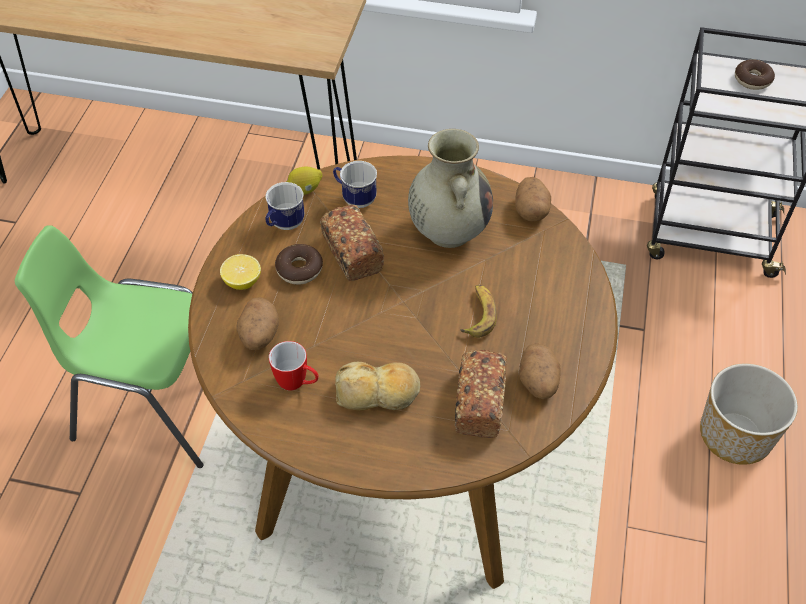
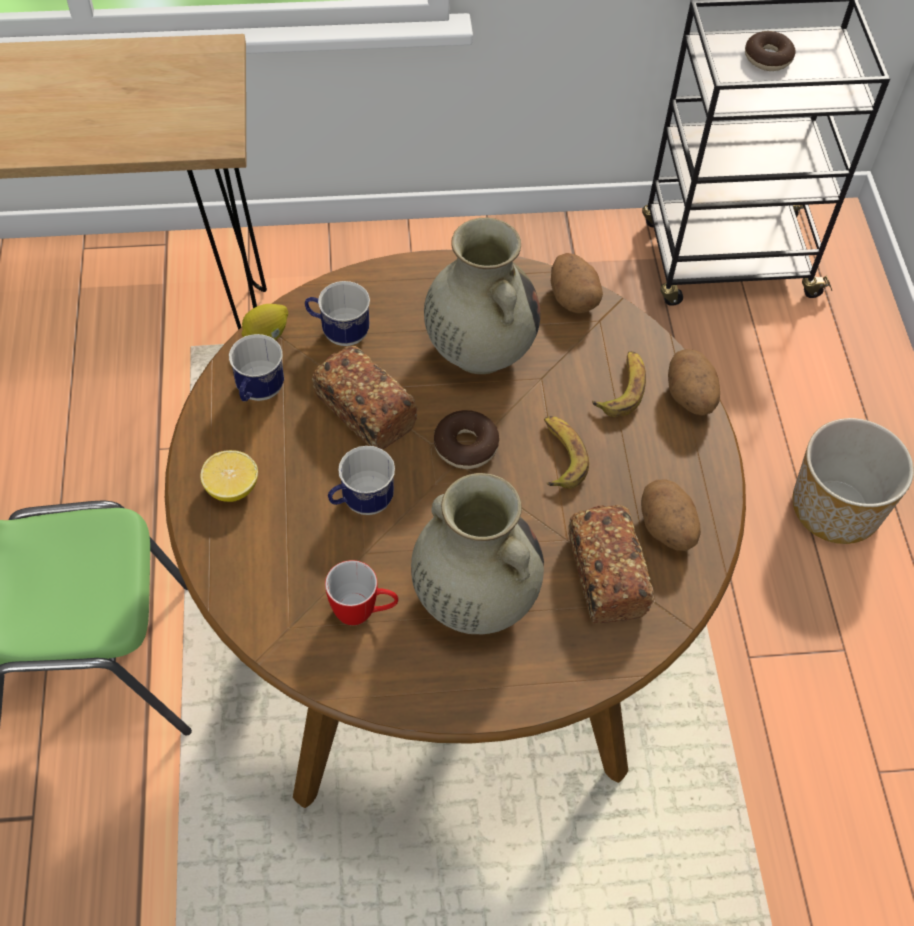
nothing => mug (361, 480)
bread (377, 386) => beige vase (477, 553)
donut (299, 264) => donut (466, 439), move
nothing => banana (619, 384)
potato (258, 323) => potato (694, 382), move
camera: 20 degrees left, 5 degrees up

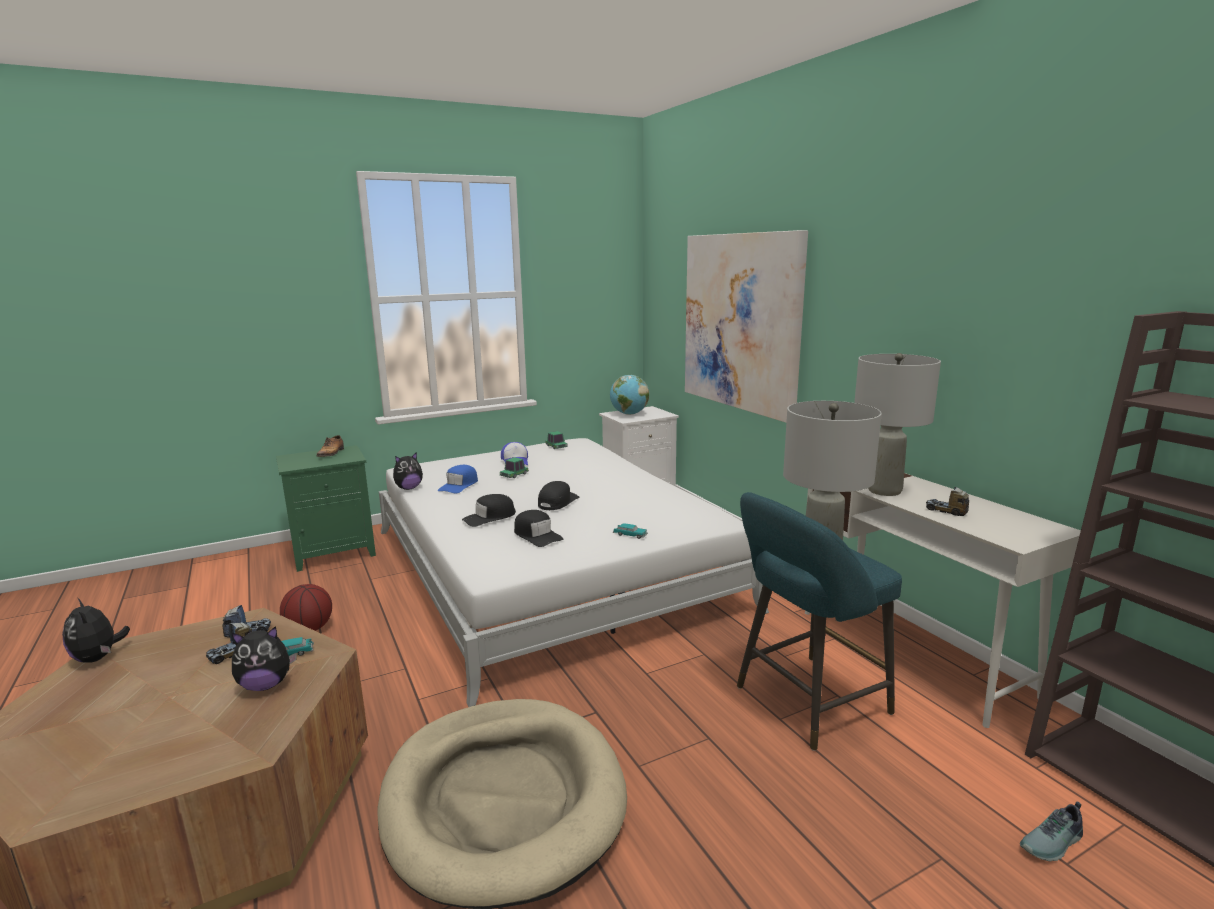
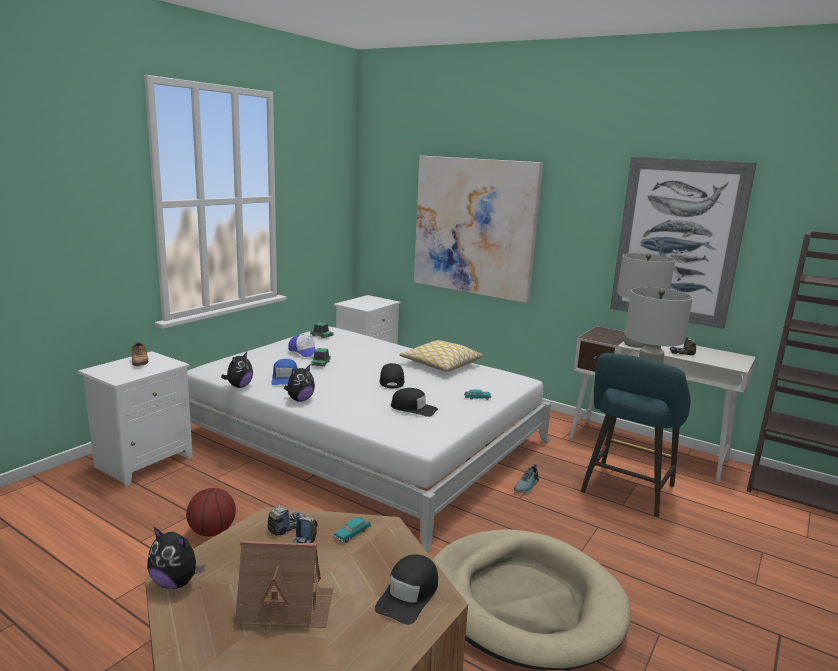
green nightstand (326, 508) => white nightstand (135, 419)
nothing => toy house (284, 585)
plush toy (264, 658) => plush toy (299, 383), move
black cap (489, 510) => black cap (406, 589), move
nothing => pillow (441, 356)
shoe (1051, 831) => shoe (526, 478), move
nothing => picture (683, 243)
globe (629, 395) => nothing
camera: 30 degrees left, 0 degrees up

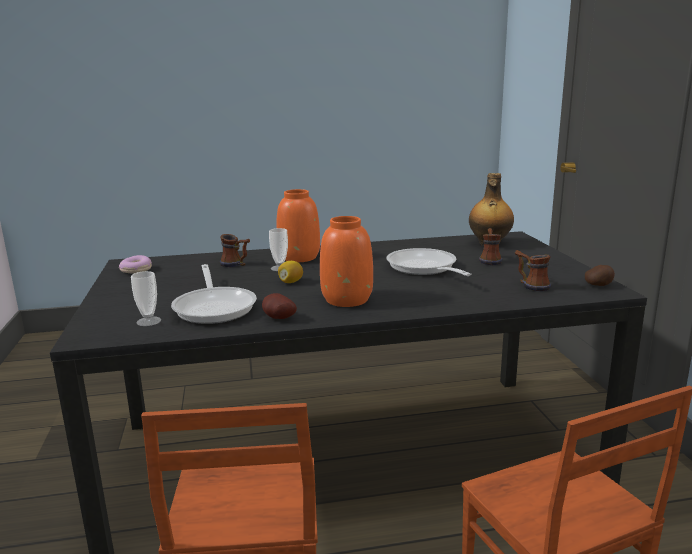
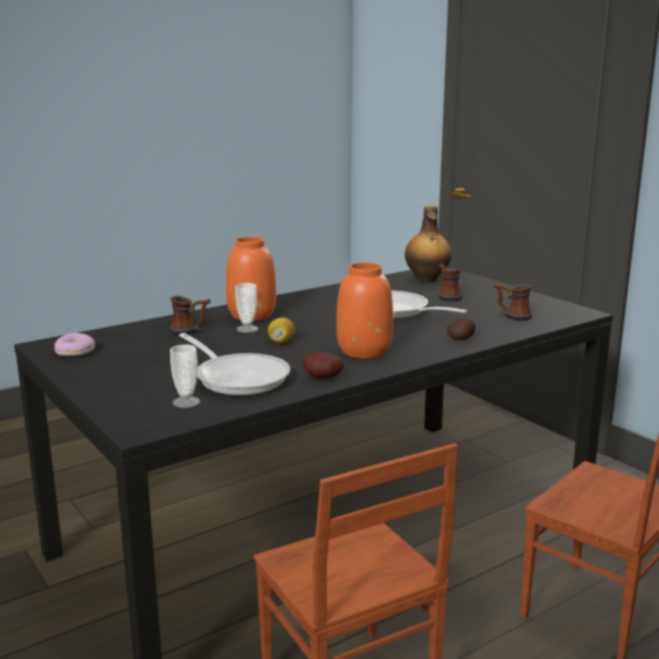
potato (600, 275) => potato (461, 328), move
camera: 25 degrees left, 0 degrees up

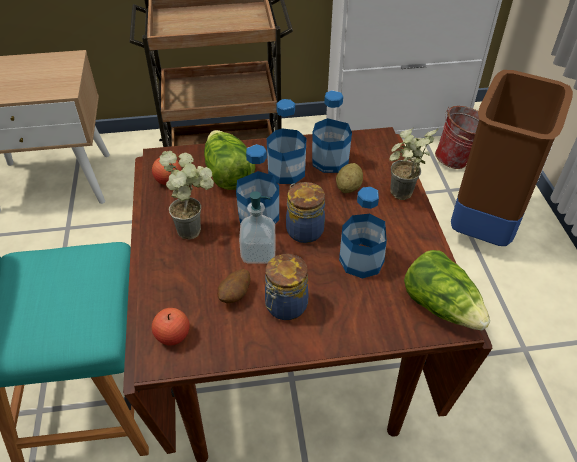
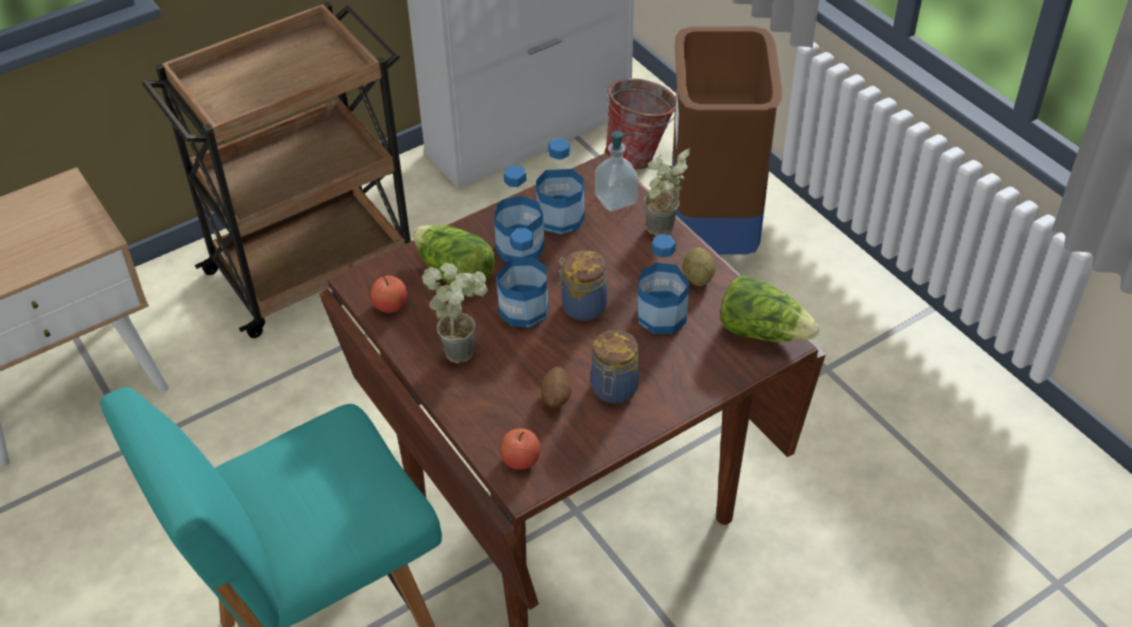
soap dispenser (257, 227) => soap dispenser (616, 171), move
potato (349, 178) => potato (699, 266), move
camera: 25 degrees left, 0 degrees up

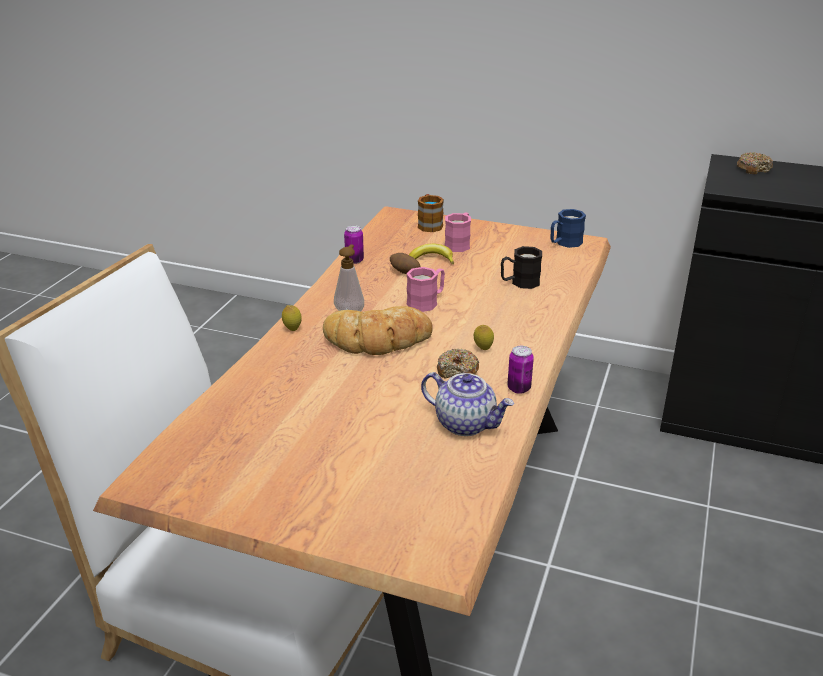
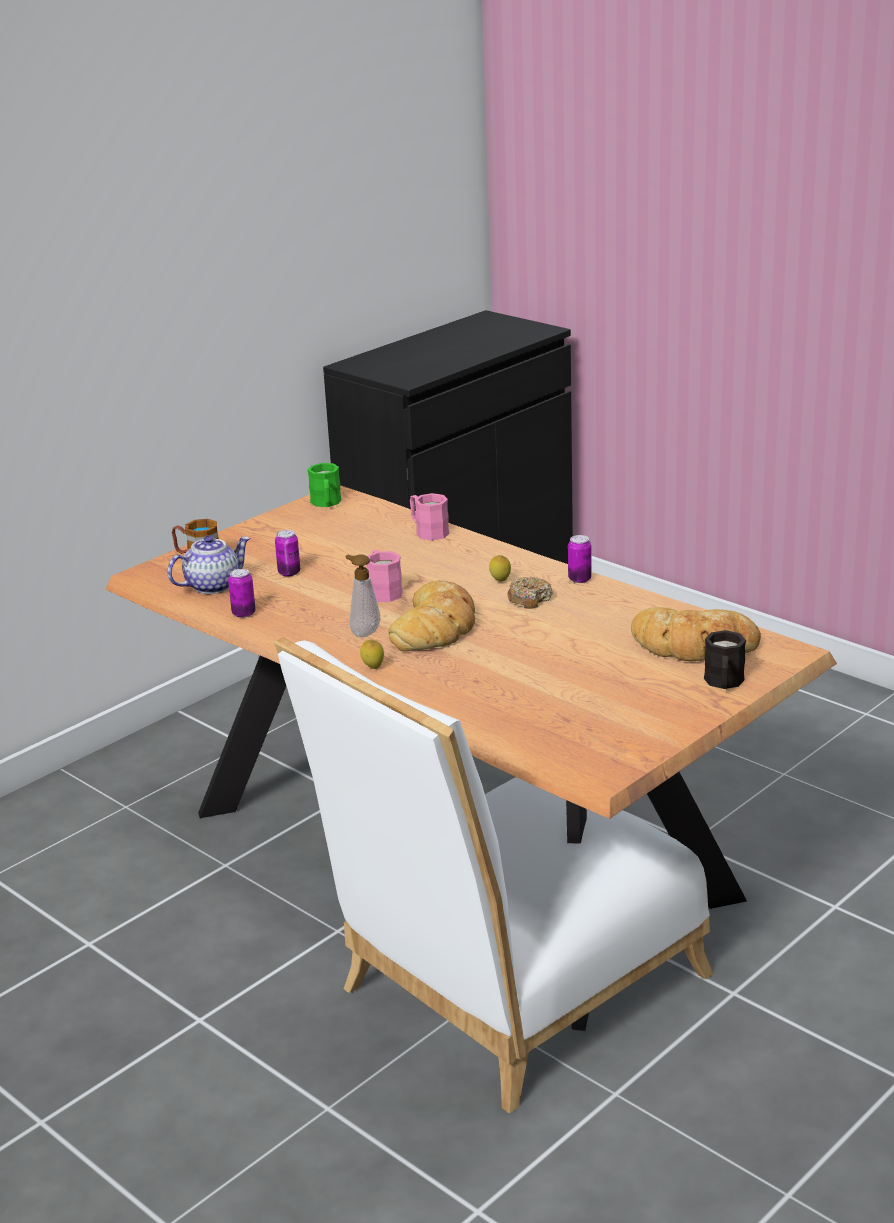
teapot (467, 404) => teapot (209, 564), move
banana (431, 254) => can (287, 553)
blue mug (568, 228) => green mug (325, 485)
pink mug (458, 232) => pink mug (430, 517), move
nothing => bread (696, 634)
black mug (521, 267) => black mug (725, 659), move
potato (405, 263) => nothing
donut (755, 163) => nothing
camera: 65 degrees left, 5 degrees down

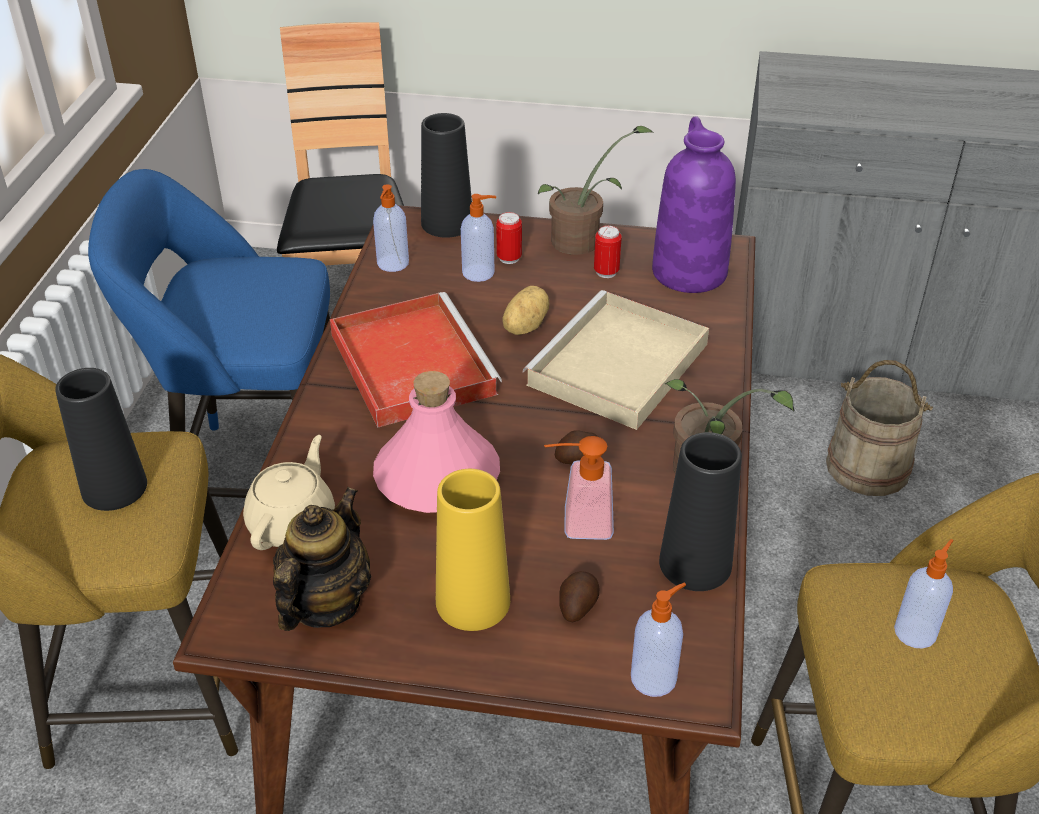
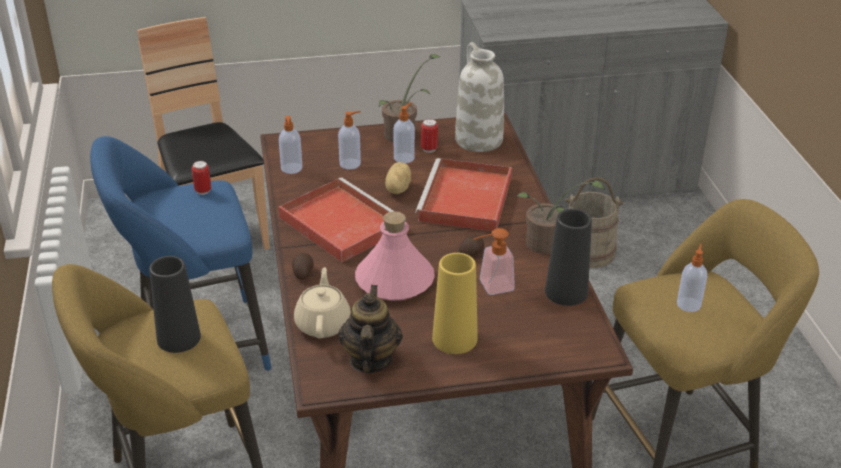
can (509, 238) => can (201, 178), move
potato (579, 596) => potato (303, 266), move
soap dispenser (658, 640) => soap dispenser (404, 133), move
beige tray (616, 360) => red tray (463, 194)
purple vase (694, 204) => white vase (479, 97)
black vase (446, 175) => nothing
camera: 20 degrees left, 5 degrees down

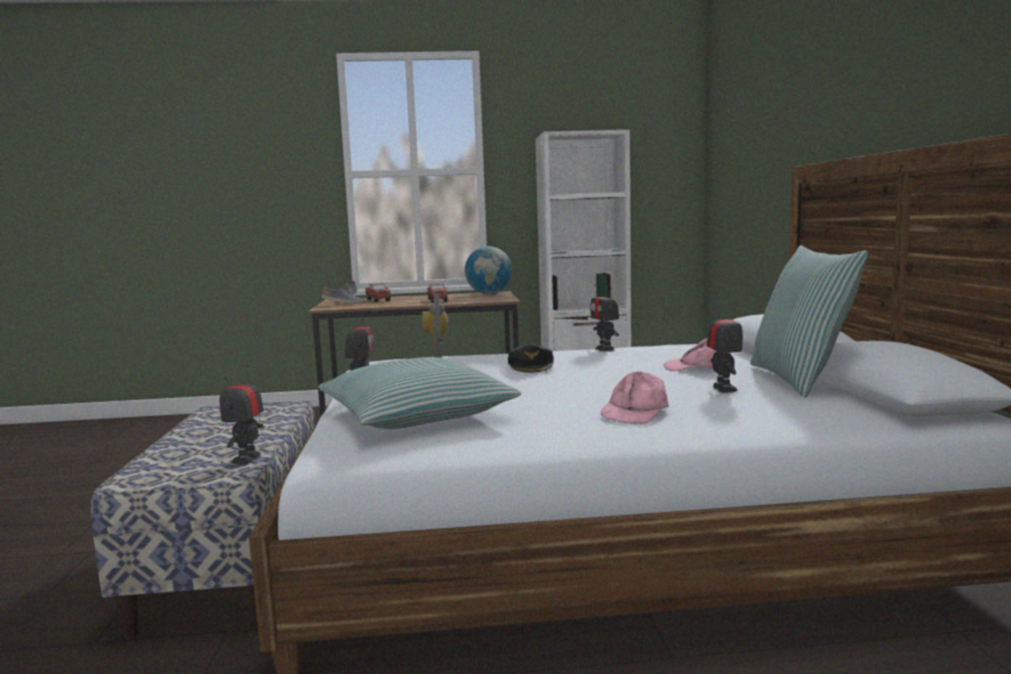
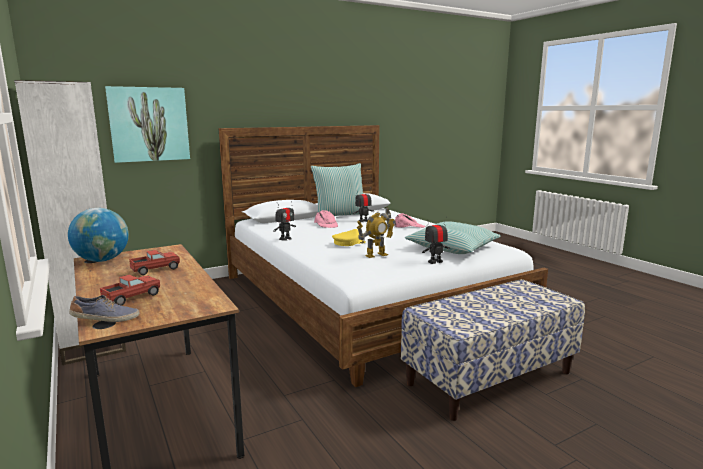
nothing => picture (147, 124)
black cap (531, 358) => yellow cap (349, 237)
toy robot (242, 415) => nothing
shoe (343, 295) => nothing
camera: 115 degrees left, 5 degrees up

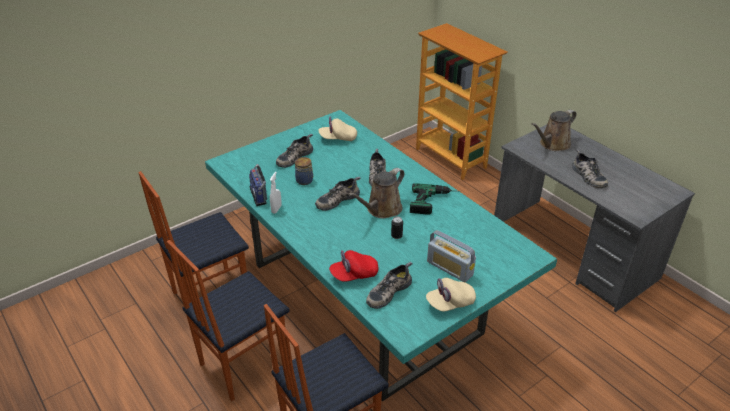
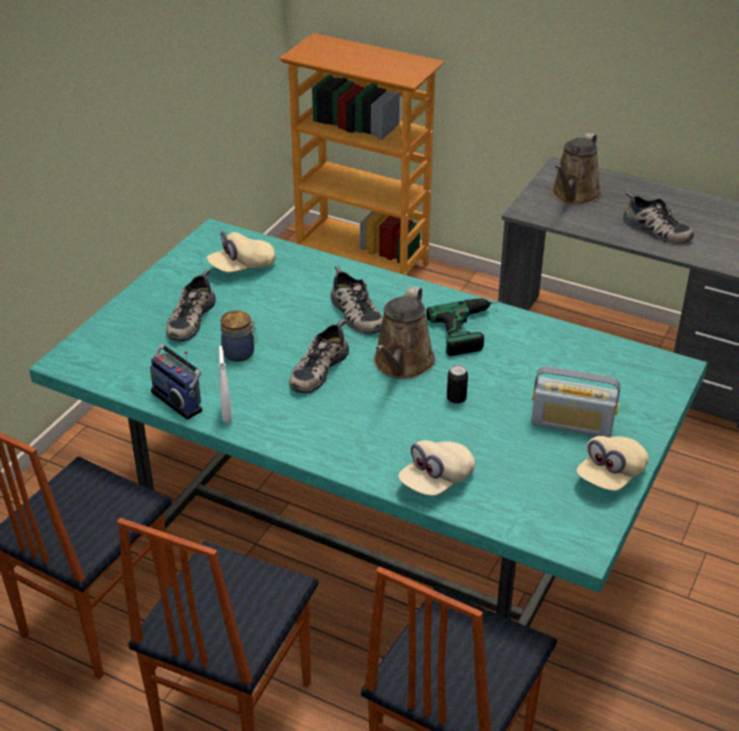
red cap (353, 266) => beige cap (436, 468)
shoe (389, 285) => nothing
camera: 25 degrees left, 0 degrees up

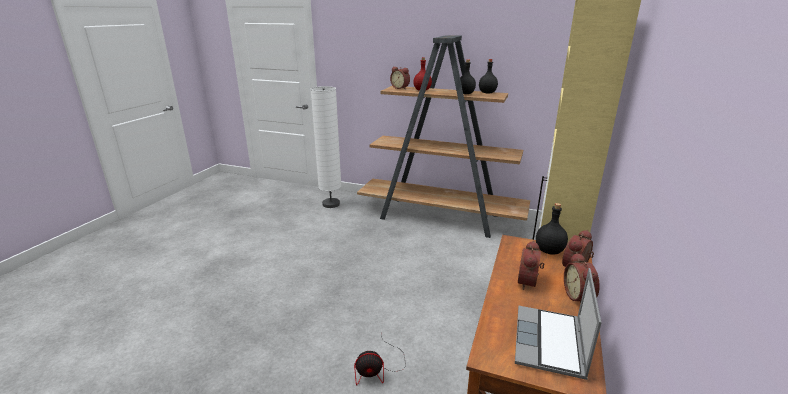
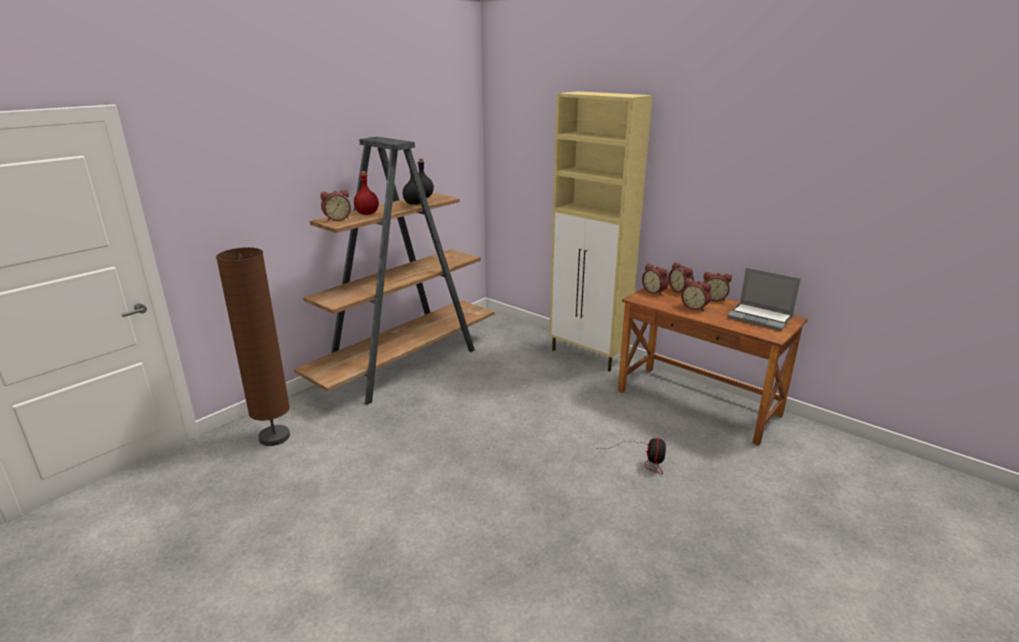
white floor lamp (326, 147) => brown floor lamp (253, 346)
black bottle (552, 229) => alarm clock (655, 279)
camera: 70 degrees left, 0 degrees up

